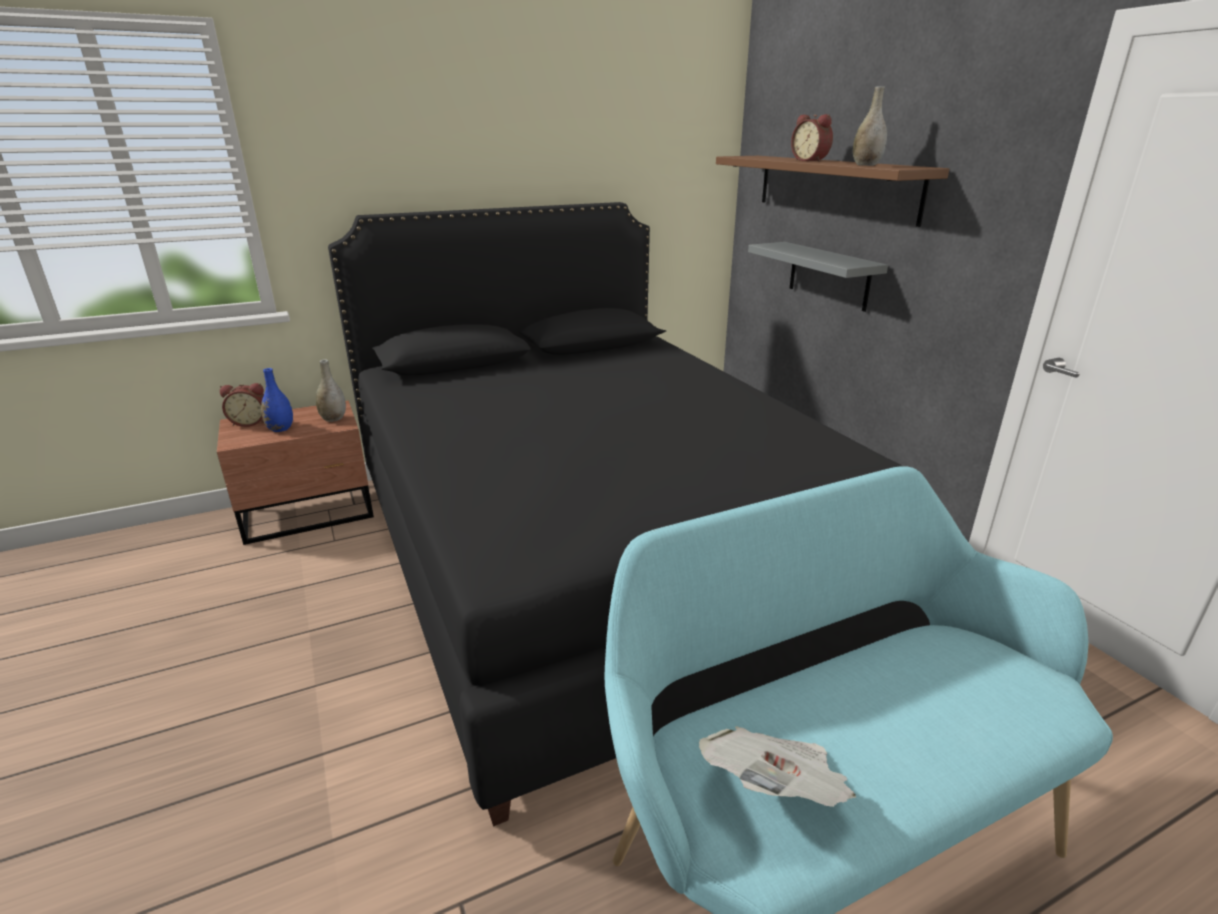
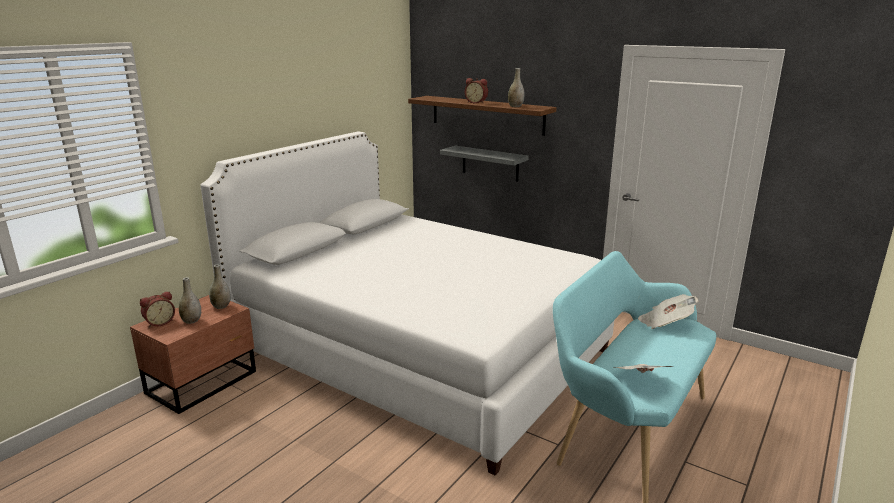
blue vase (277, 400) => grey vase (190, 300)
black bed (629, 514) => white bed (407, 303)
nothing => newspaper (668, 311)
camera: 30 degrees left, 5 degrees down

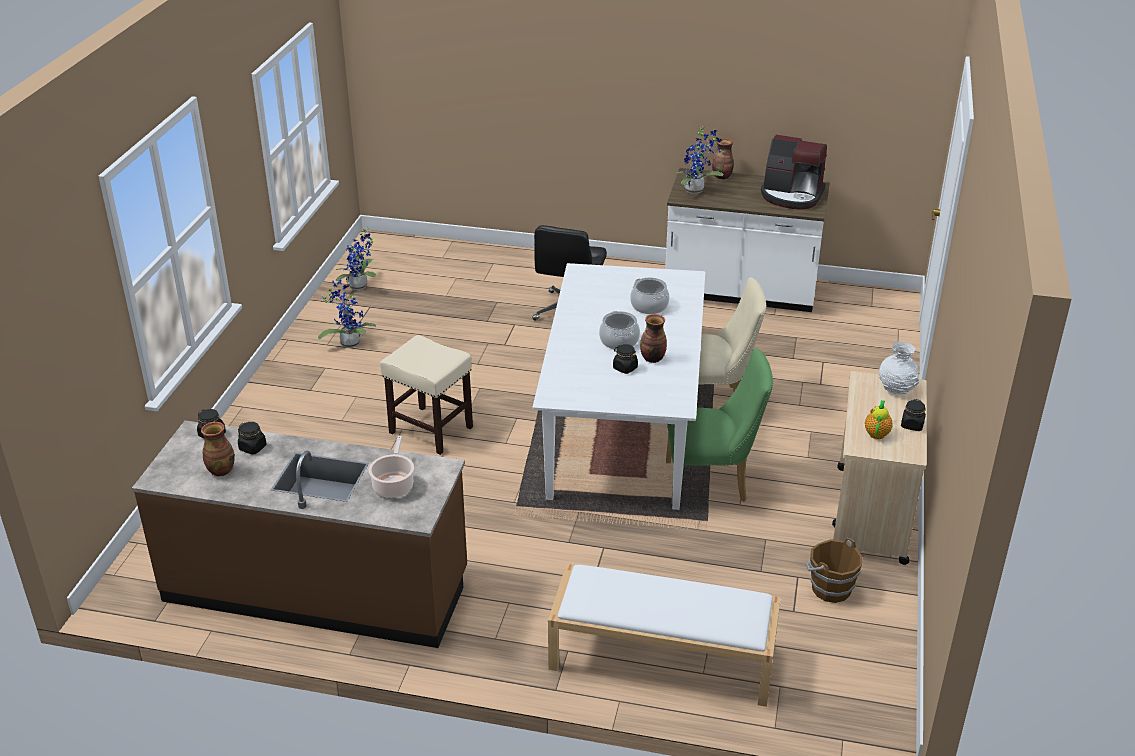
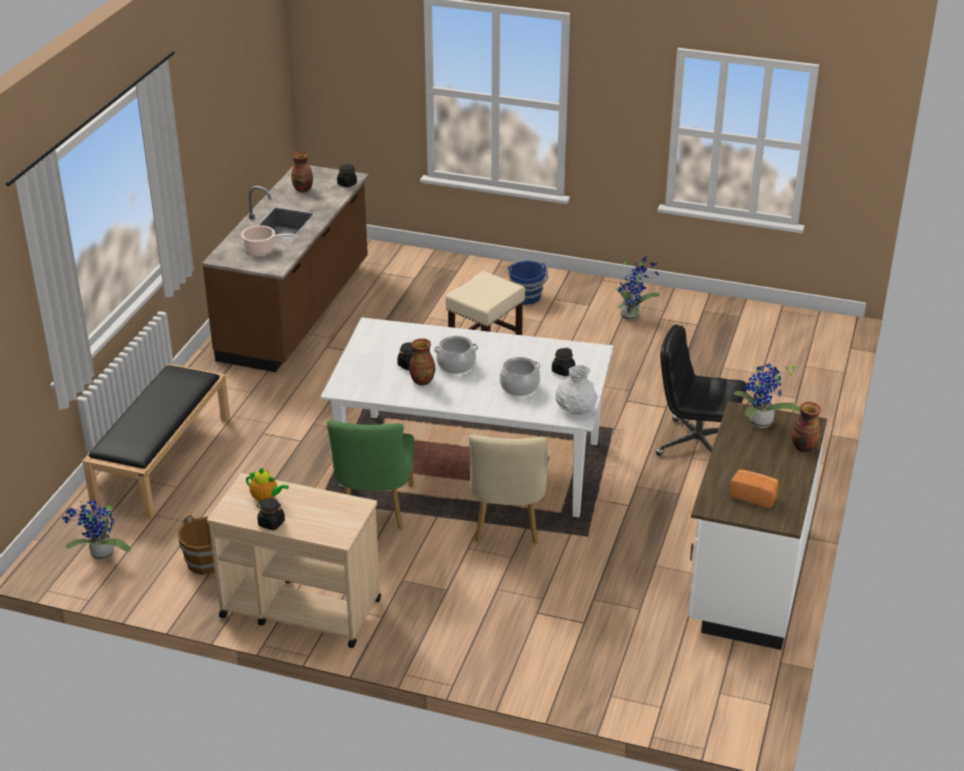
potted plant (356, 258) => potted plant (96, 530), move
white bench (664, 635) => black bench (156, 441)
nothing => blue bucket (527, 283)
black jar (252, 438) => black jar (563, 362), move
white vase (899, 367) => white vase (577, 390), move
coffee machine (794, 172) => bread (754, 488)
camera: 95 degrees right, 0 degrees up

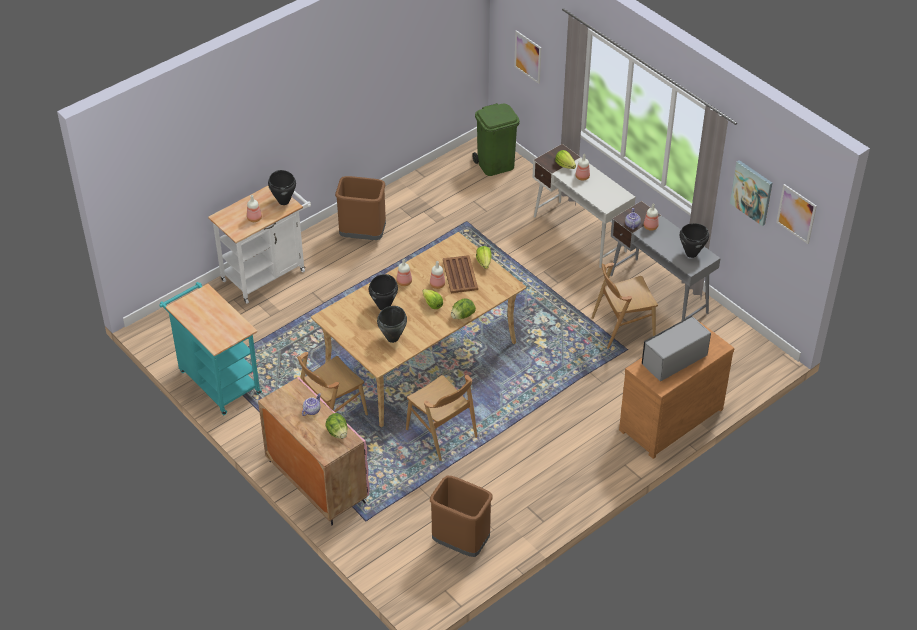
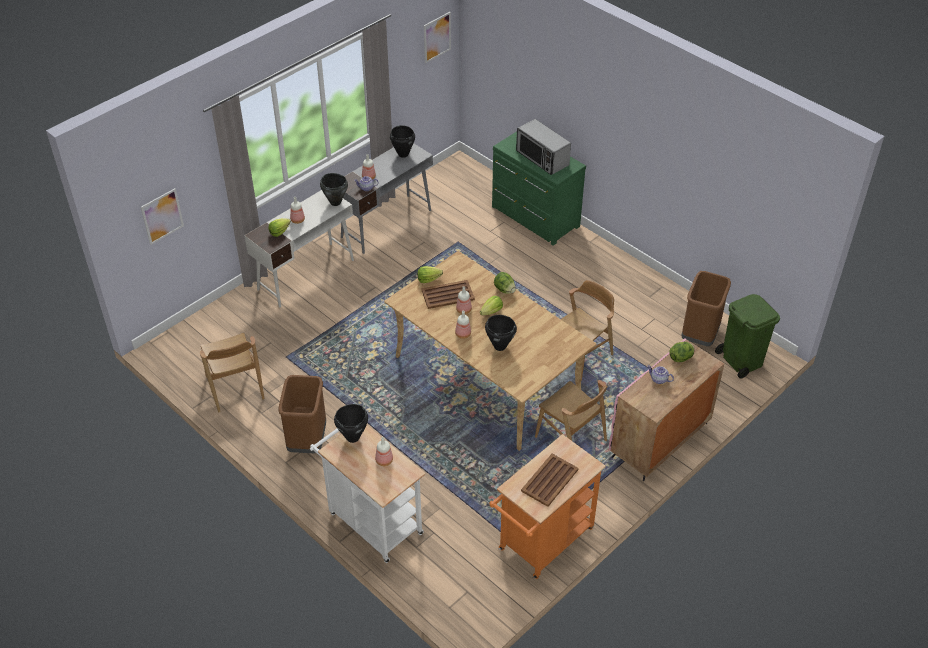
brown chair (625, 306) => brown chair (232, 372), move
black cooking pot (392, 324) => black cooking pot (334, 189), move
turquoise cart (210, 348) => orange cart (547, 506)
brown dresser (676, 390) => green dresser (539, 189)
nothing => brown tray (550, 480)
green trash can (496, 139) => green trash can (747, 336), move
picture (751, 193) => nothing
camera: 95 degrees left, 0 degrees up

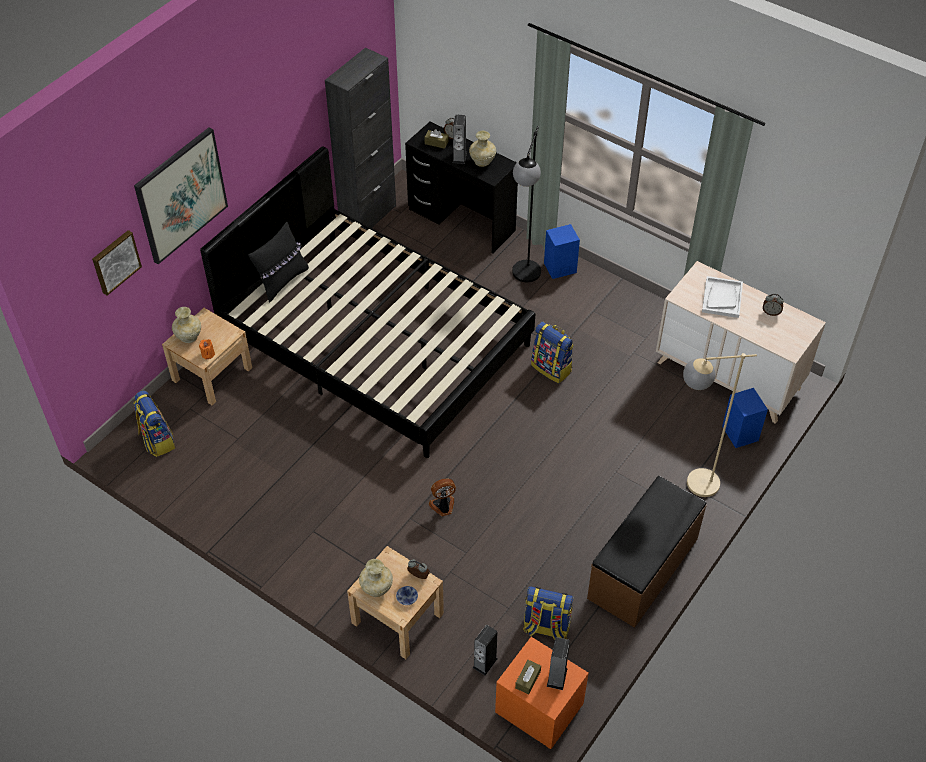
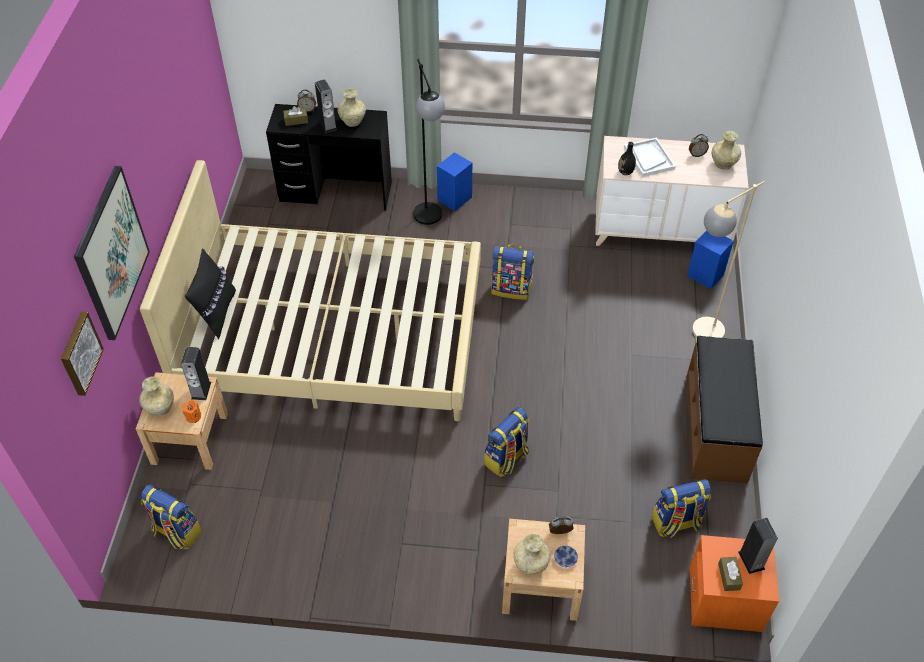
black bed (367, 302) => beige bed (310, 290)
speaker (485, 650) => speaker (196, 373), move
fan (442, 497) => backpack (507, 442)
nothing => black vase (627, 158)
nothing => beige vase (726, 150)
black cabinet (360, 138) => nothing
camera: 30 degrees left, 0 degrees up

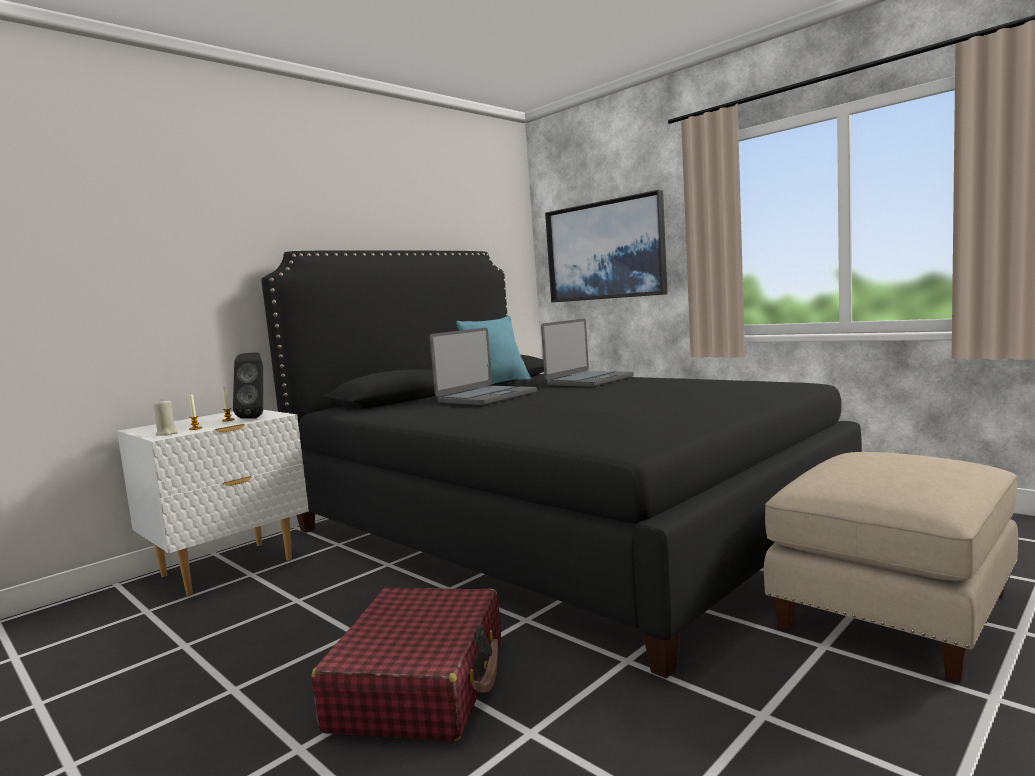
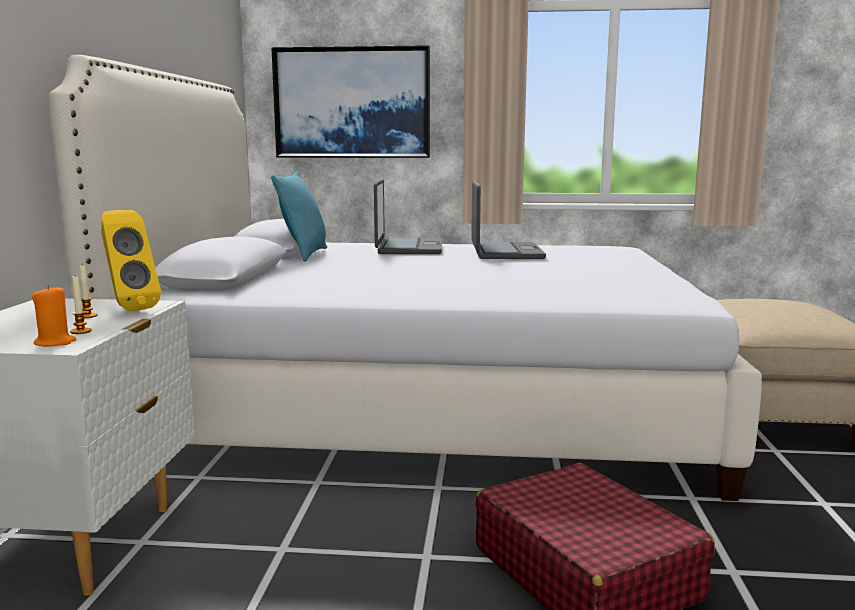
beige candle (165, 418) => orange candle (54, 316)
black bed (561, 464) => white bed (405, 278)
black speaker (248, 386) => yellow speaker (131, 260)
laptop (483, 366) => laptop (508, 220), move
camera: 40 degrees left, 5 degrees up

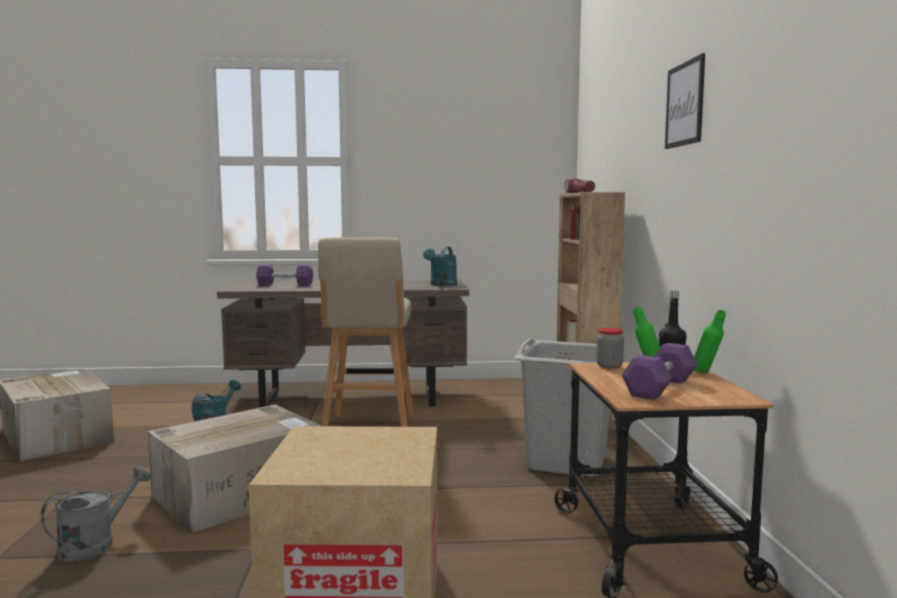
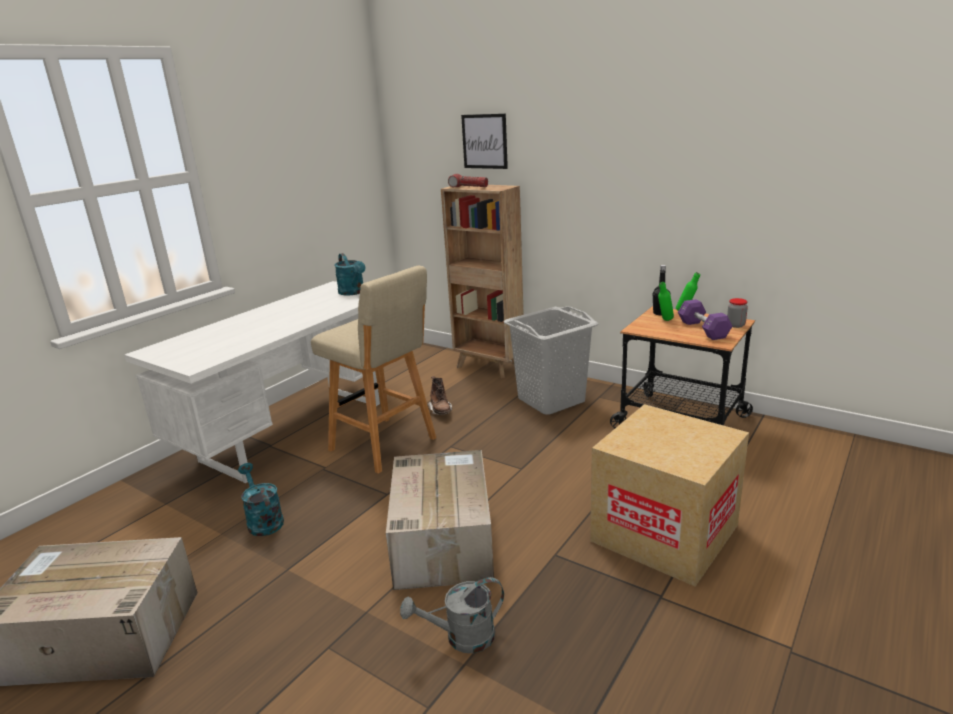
brown desk (343, 344) => white desk (252, 382)
grey watering can (96, 513) => grey watering can (452, 615), 90 degrees counterclockwise
nothing => brown boot (439, 395)
picture (685, 101) => picture (484, 141), move
jar (610, 348) => jar (737, 313), move
purple dumbbell (284, 275) => nothing
camera: 50 degrees left, 15 degrees up

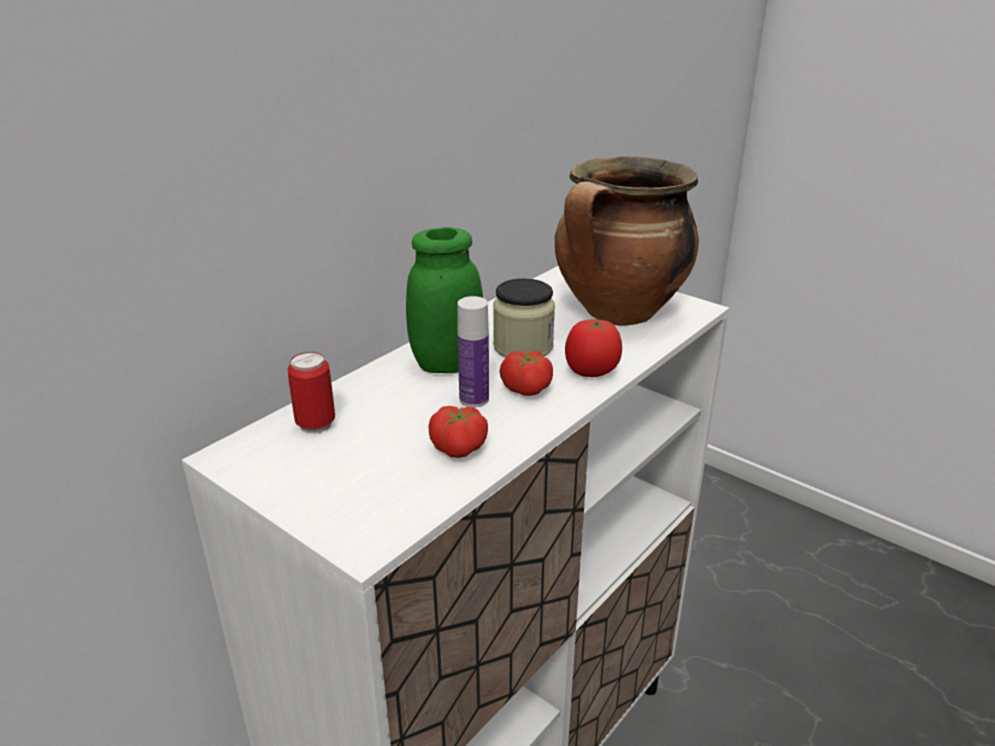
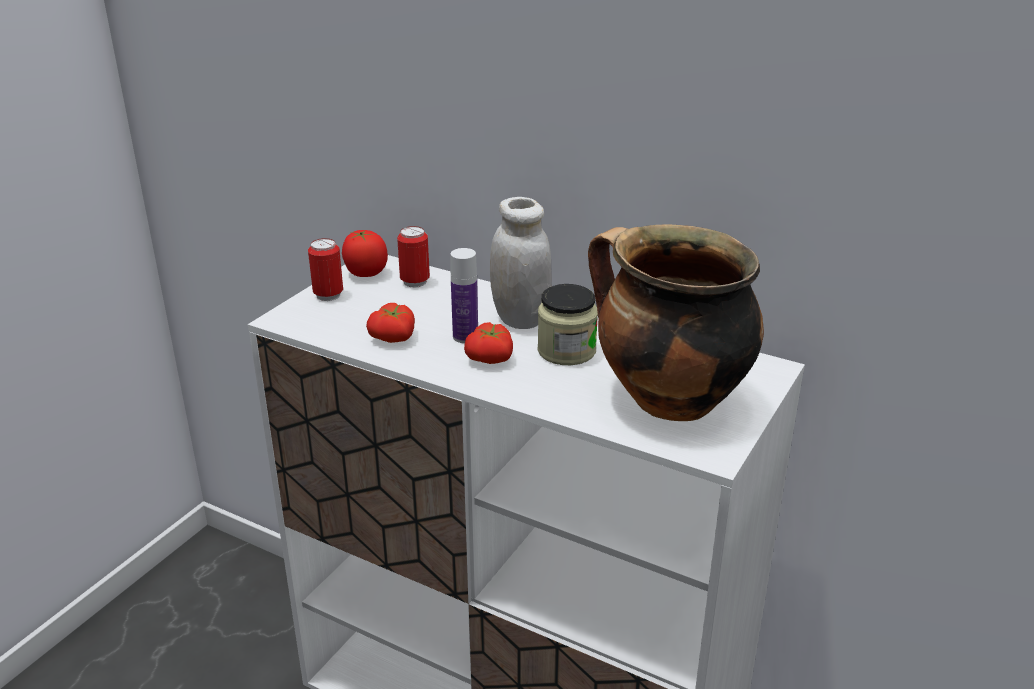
nothing => can (325, 269)
tomato (593, 347) => tomato (365, 253), move
green jar (444, 300) => white jar (521, 263)
camera: 80 degrees right, 0 degrees up

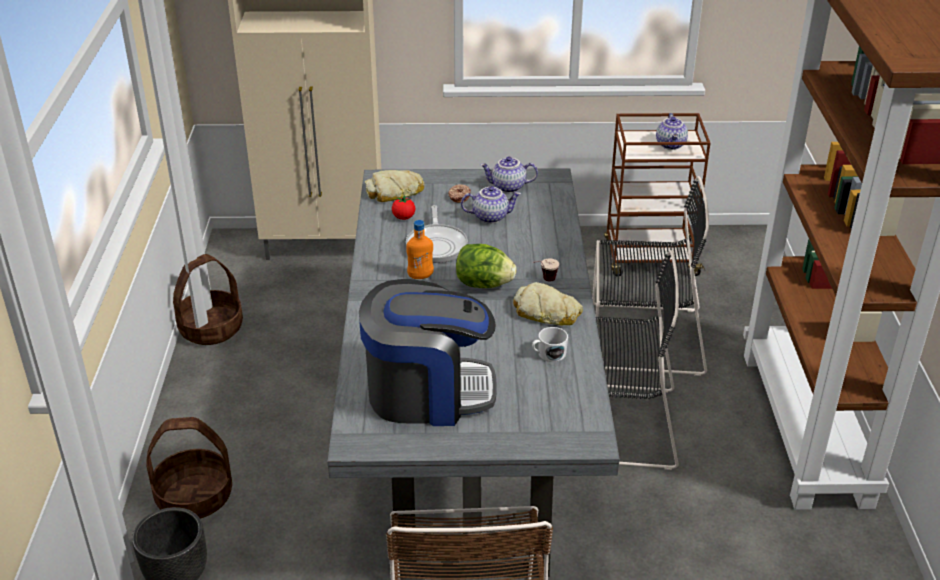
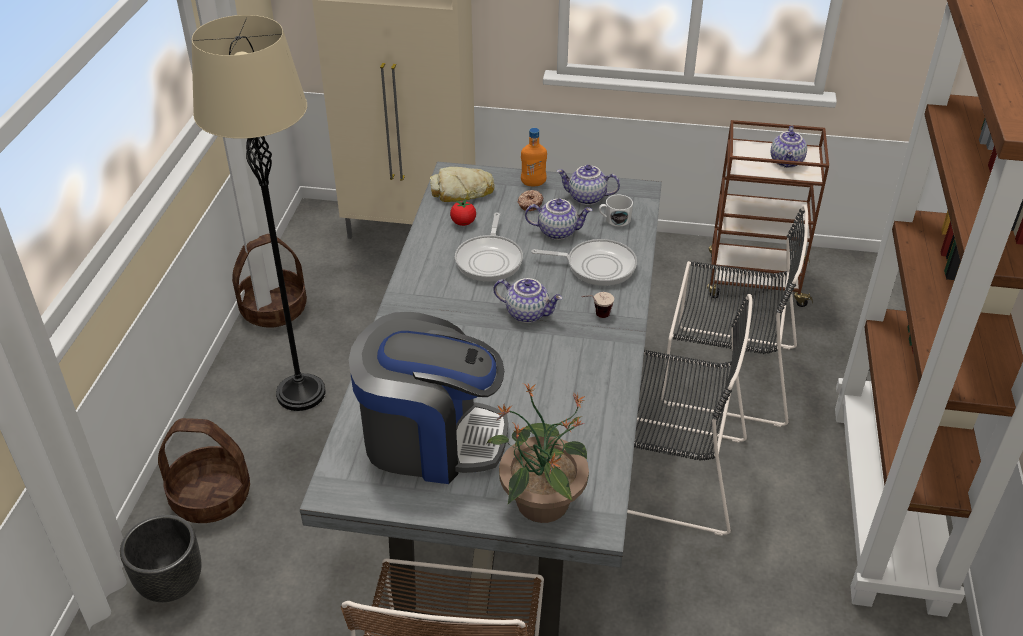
nothing => beige floor lamp (259, 213)
nothing => potted plant (537, 453)
lettuce (486, 266) => teapot (528, 300)
orange bottle (420, 249) => orange bottle (534, 157), move
nothing => frying pan (584, 262)
white mug (550, 344) => white mug (616, 211), move
bread (548, 304) => nothing
camera: 10 degrees right, 5 degrees up

